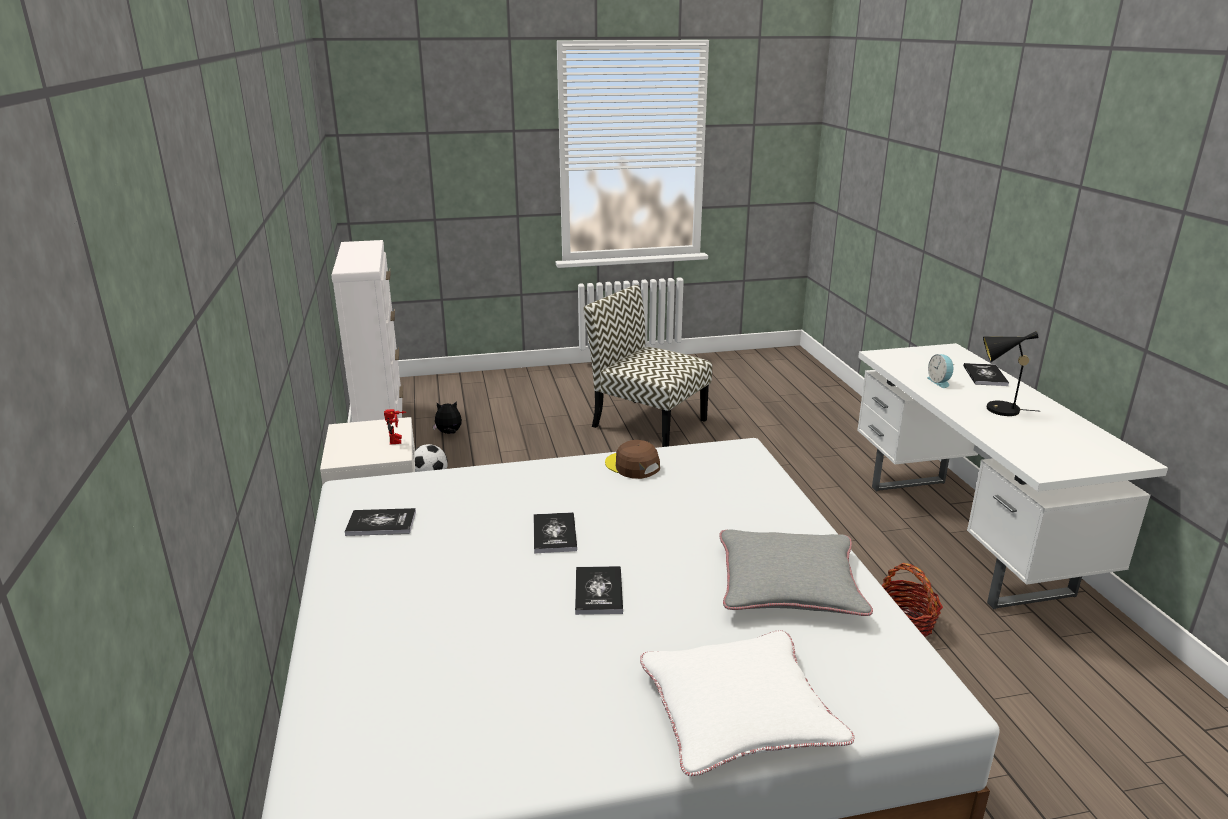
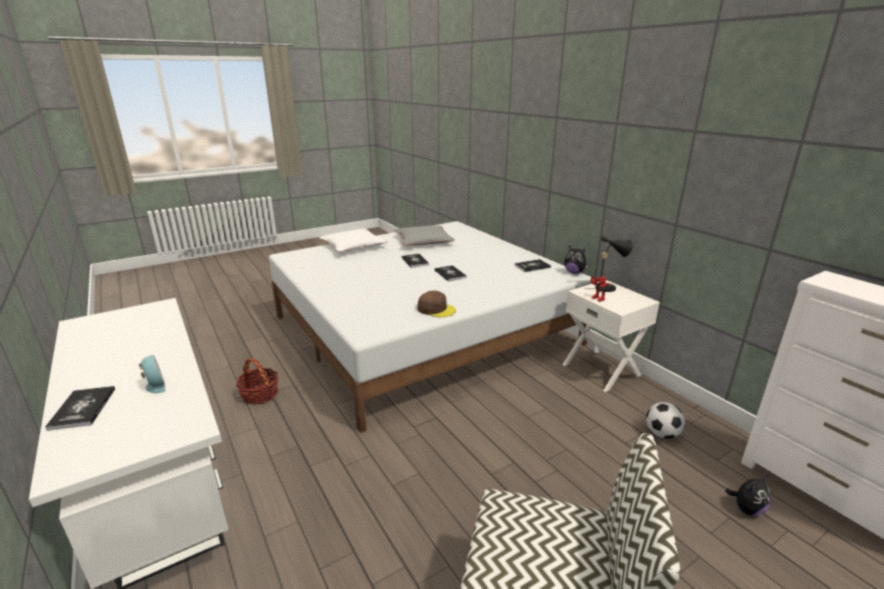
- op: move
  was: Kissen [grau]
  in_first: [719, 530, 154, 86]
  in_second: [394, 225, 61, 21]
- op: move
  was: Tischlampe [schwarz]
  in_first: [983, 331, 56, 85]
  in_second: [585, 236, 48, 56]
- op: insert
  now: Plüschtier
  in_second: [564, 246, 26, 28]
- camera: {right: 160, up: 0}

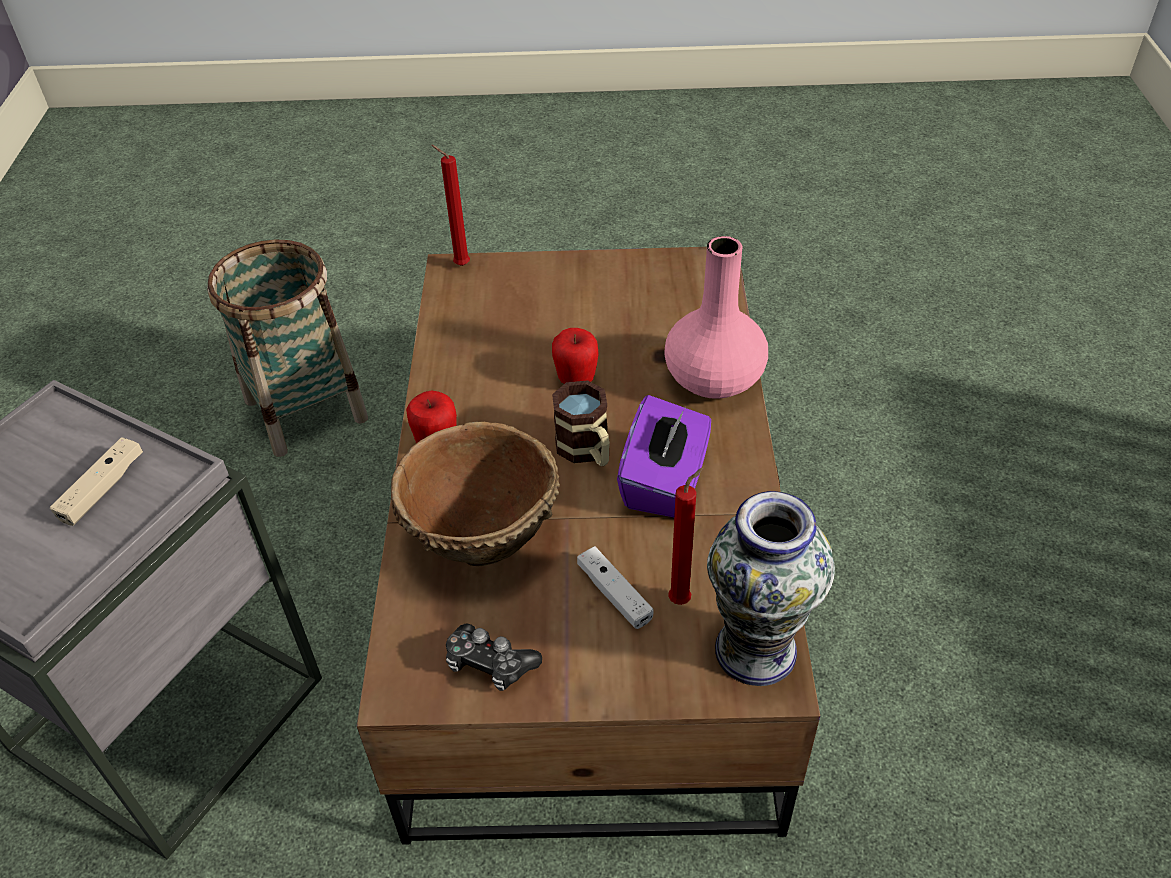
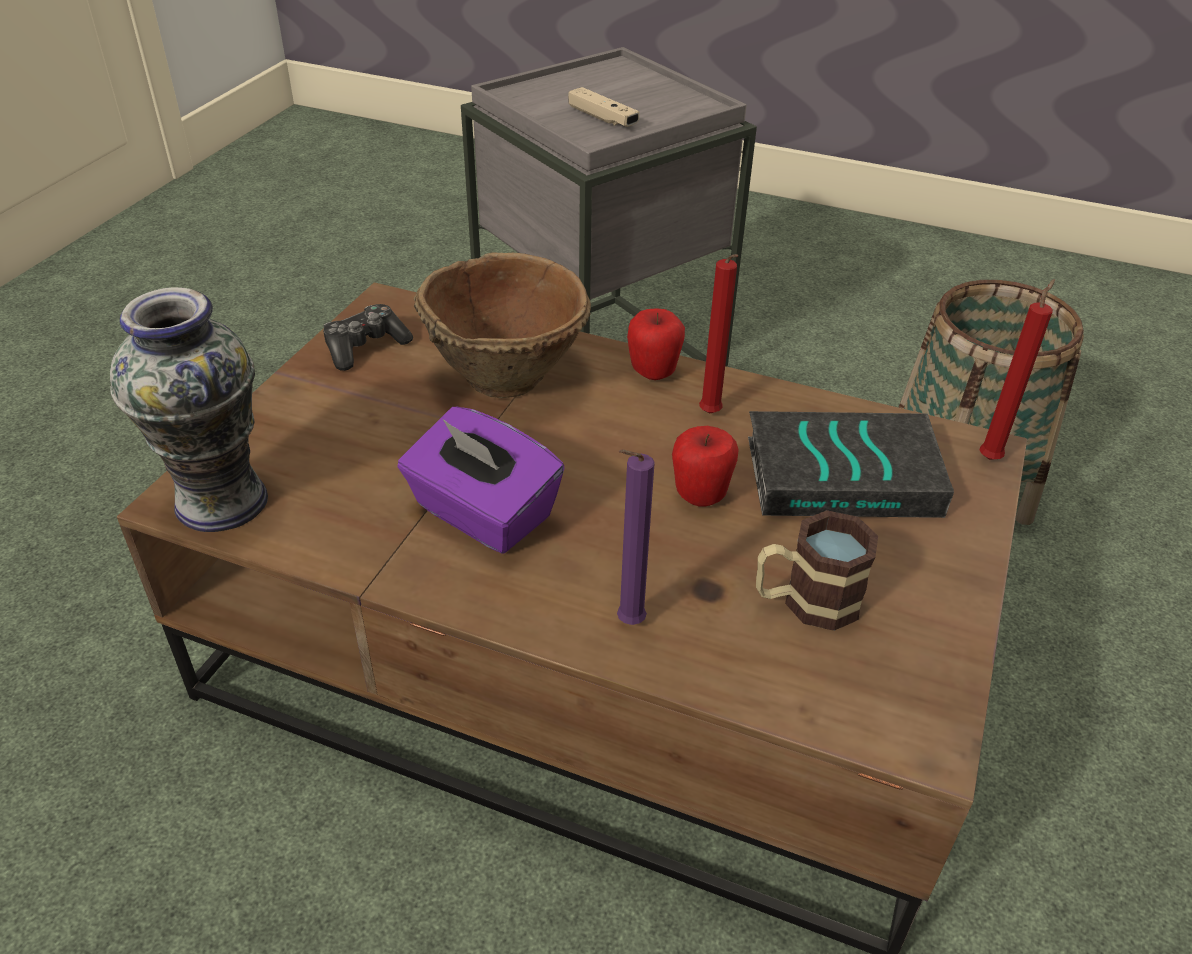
- op: move
  was: Henkelbecher
  in_first: [552, 380, 58, 87]
  in_second: [756, 510, 122, 121]
- op: delete
  was: Gamepad [weiß]
  in_first: [577, 546, 77, 83]
- op: replace
  was: Vase [rosa]
  now: Kerze [lila]
  in_first: [664, 236, 104, 163]
  in_second: [617, 449, 38, 176]
- op: move
  was: Kerze [rot]
  in_first: [668, 468, 35, 137]
  in_second: [699, 254, 39, 159]
- op: insert
  now: Buch
  in_second: [748, 411, 206, 107]
- camera: {right: 110, up: -5}

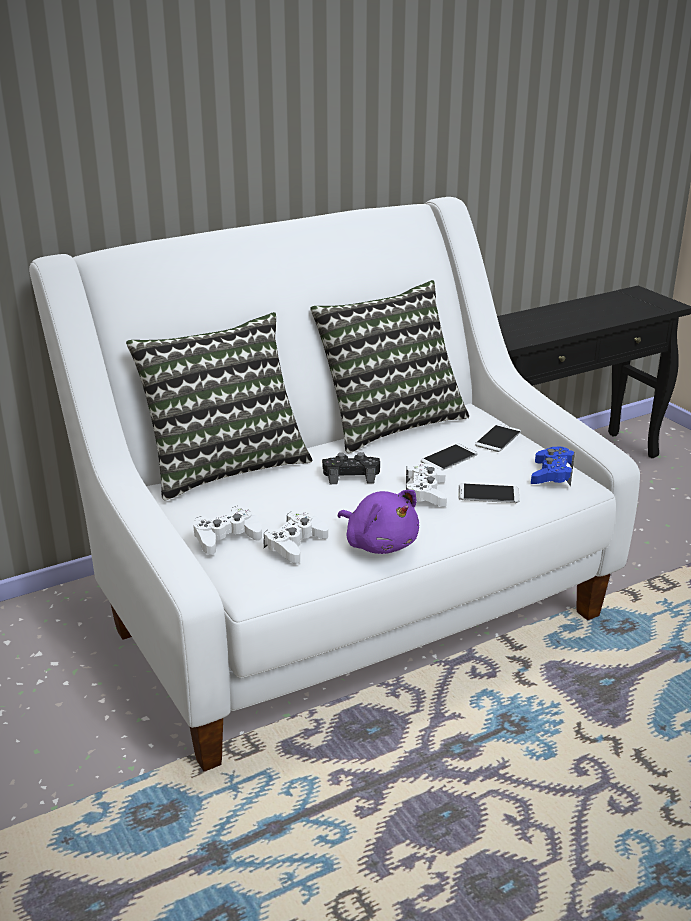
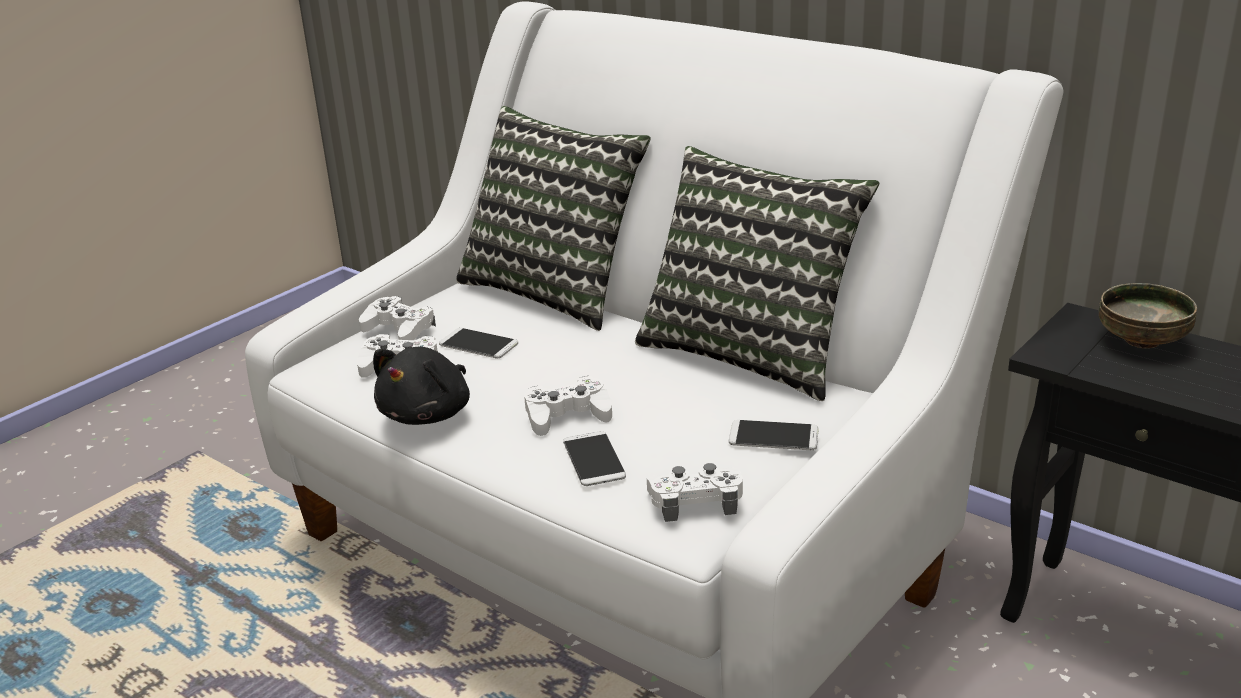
- op: delete
  was: Gamepad [schwarz]
  in_first: [322, 452, 58, 32]
- op: recolor
  was: Plüschtier [lila]
  now: Plüschtier [schwarz]
  in_first: [338, 490, 81, 64]
  in_second: [373, 347, 97, 78]
- op: move
  was: Handy
  in_first: [421, 444, 57, 27]
  in_second: [439, 328, 79, 31]
- op: recolor
  was: Gamepad [blau]
  now: Gamepad [weiß]
  in_first: [531, 446, 44, 40]
  in_second: [647, 463, 96, 59]
- op: insert
  now: Schüssel
  in_second: [1099, 283, 98, 65]
- camera: {right: 70, up: 0}

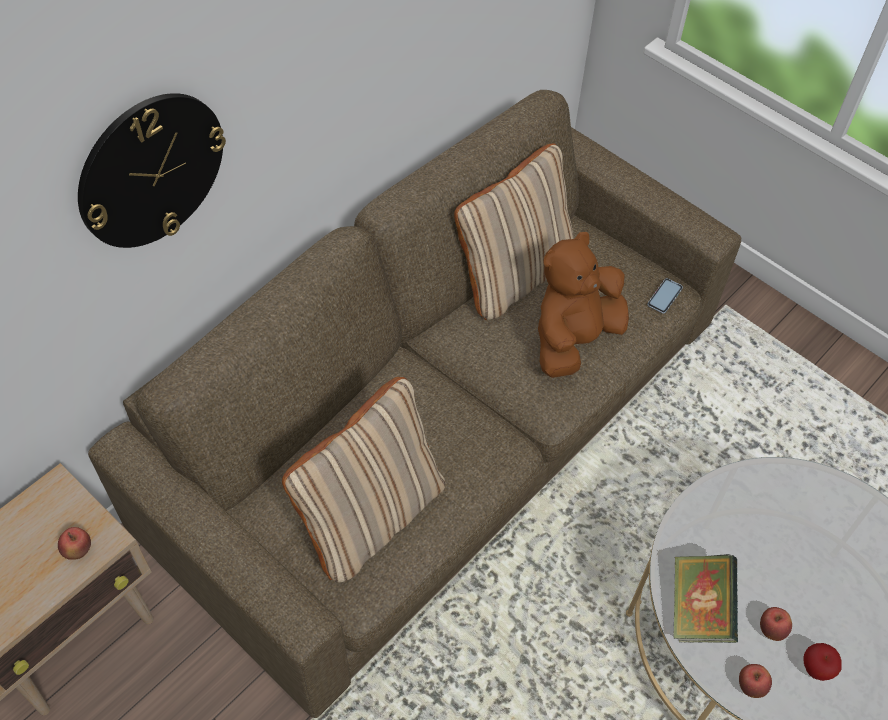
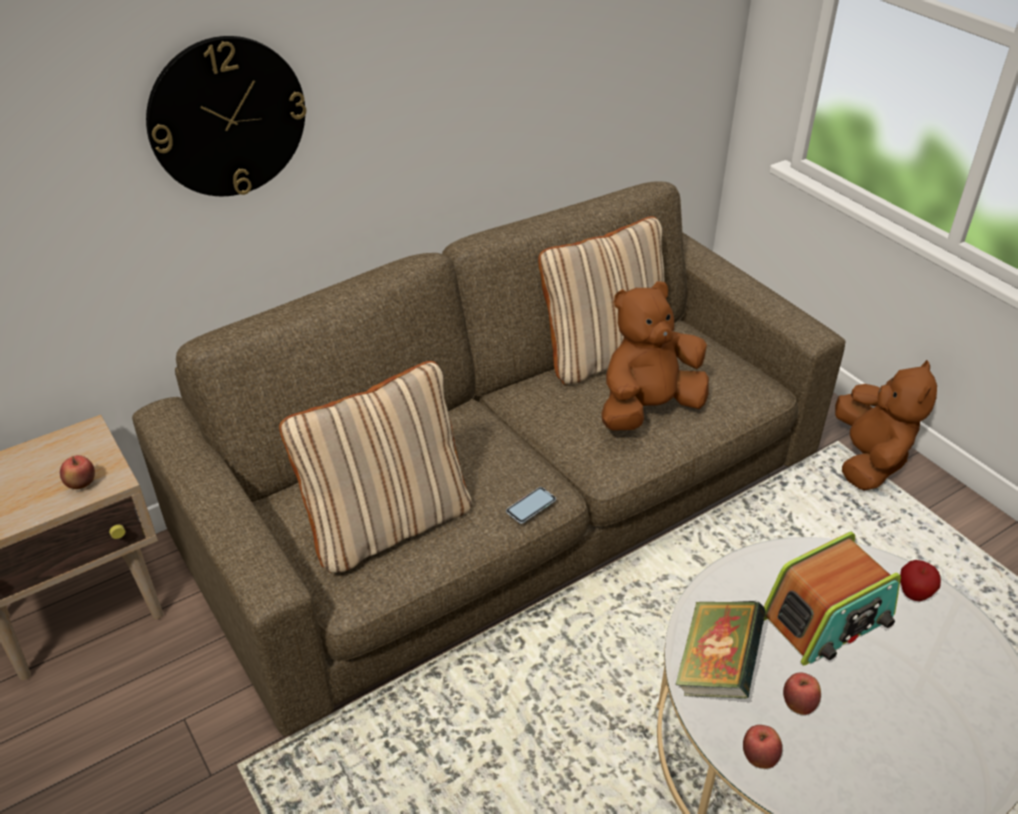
- op: move
  was: Handy
  in_first: [647, 278, 36, 36]
  in_second: [506, 487, 50, 37]
- op: move
  was: Apfel
  in_first: [803, 643, 39, 38]
  in_second: [900, 560, 41, 41]
- op: insert
  now: Radio
  in_second: [764, 532, 137, 134]
- op: insert
  now: Plüschtier [braun]
  in_second: [835, 360, 102, 131]
- camera: {right: 15, up: -15}

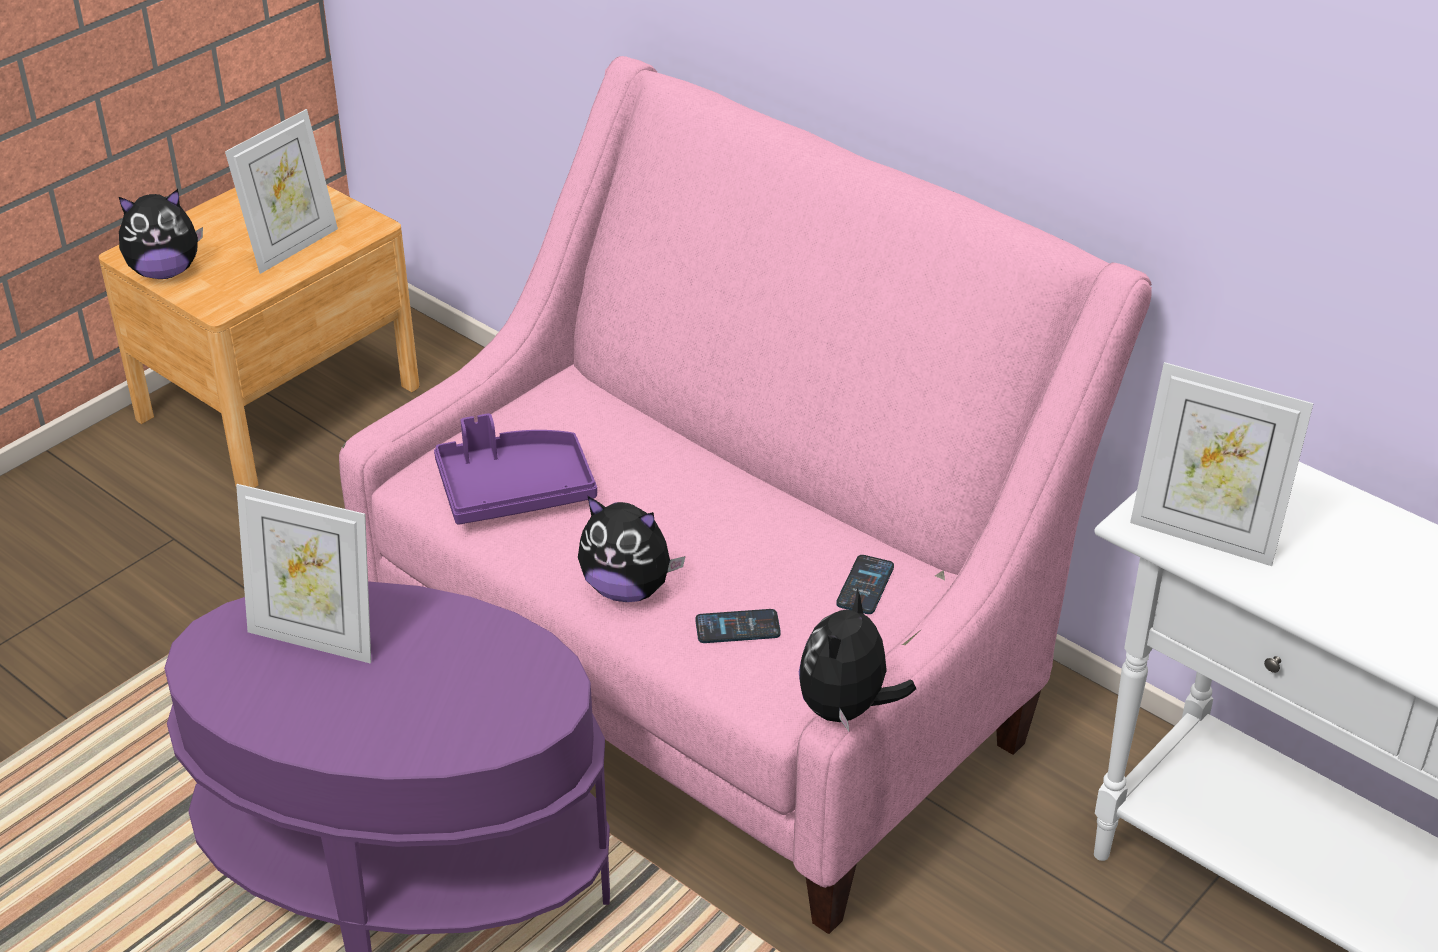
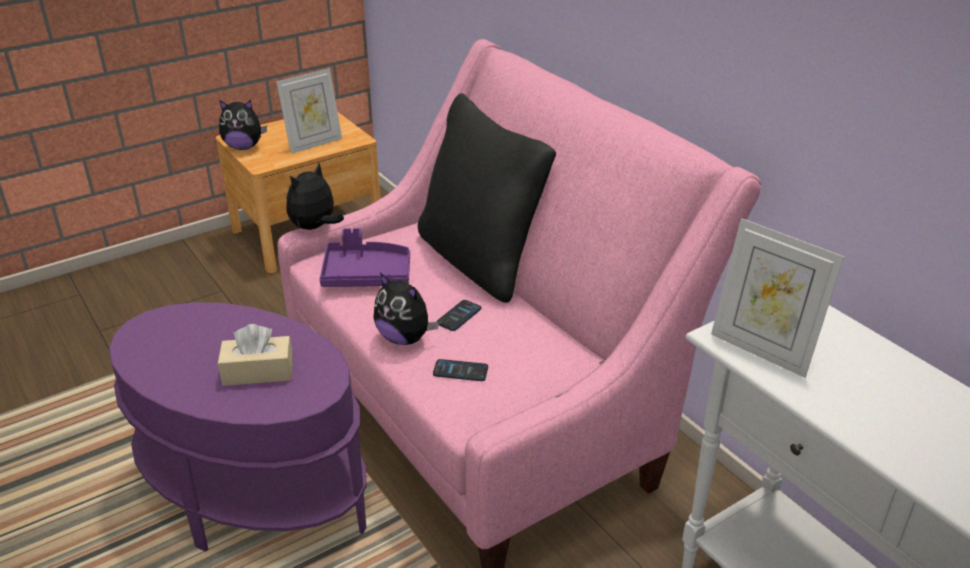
- op: delete
  was: Bilderrahmen
  in_first: [236, 484, 135, 180]
- op: move
  was: Plüschtier
  in_first: [799, 588, 117, 143]
  in_second: [286, 163, 58, 67]
- op: move
  was: Handy
  in_first: [836, 555, 58, 59]
  in_second: [436, 300, 45, 31]
- op: insert
  now: Taschentuchbox [beige]
  in_second: [218, 324, 75, 62]
- op: insert
  now: Kissen [schwarz]
  in_second: [418, 93, 138, 210]
- camera: {right: 15, up: -5}

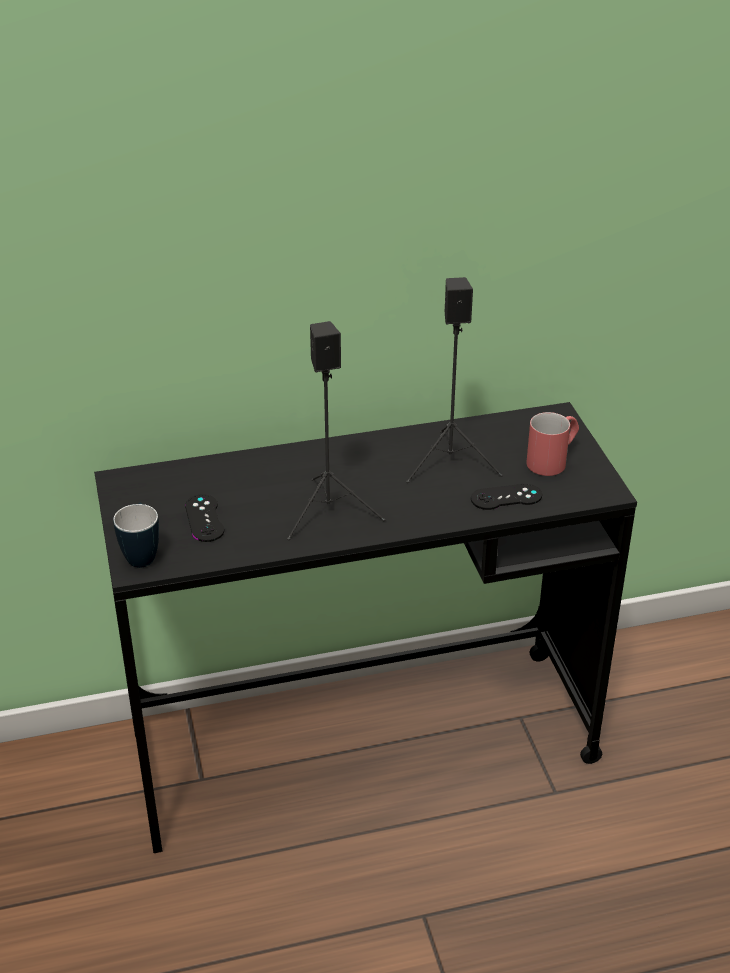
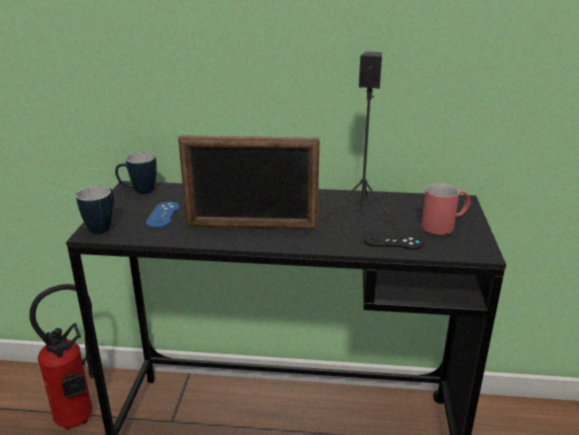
- op: recolor
  was: Gamepad [schwarz]
  now: Gamepad [blau]
  in_first: [185, 494, 39, 48]
  in_second: [146, 202, 34, 26]
- op: replace
  was: Lautsprecher [schwarz]
  now: Bilderrahmen
  in_first: [287, 321, 98, 219]
  in_second: [178, 135, 142, 94]
- op: insert
  now: Feuerlöscher
  in_second: [29, 284, 65, 146]
- op: insert
  now: Henkelbecher
  in_second: [115, 152, 42, 42]
- camera: {right: 20, up: -10}

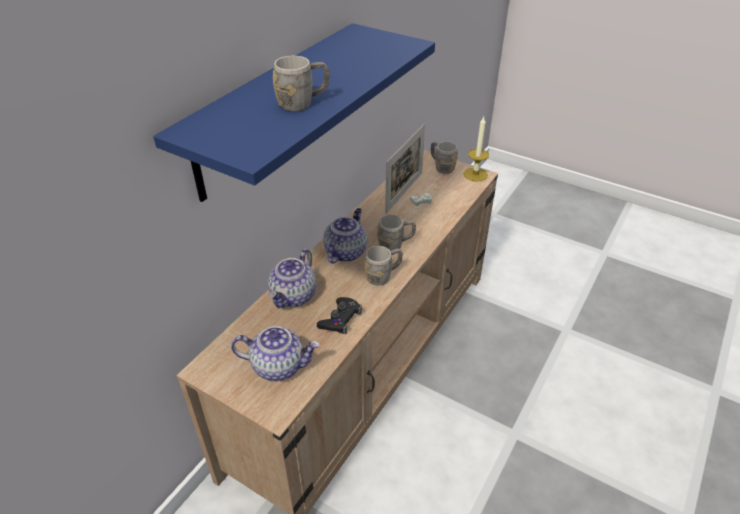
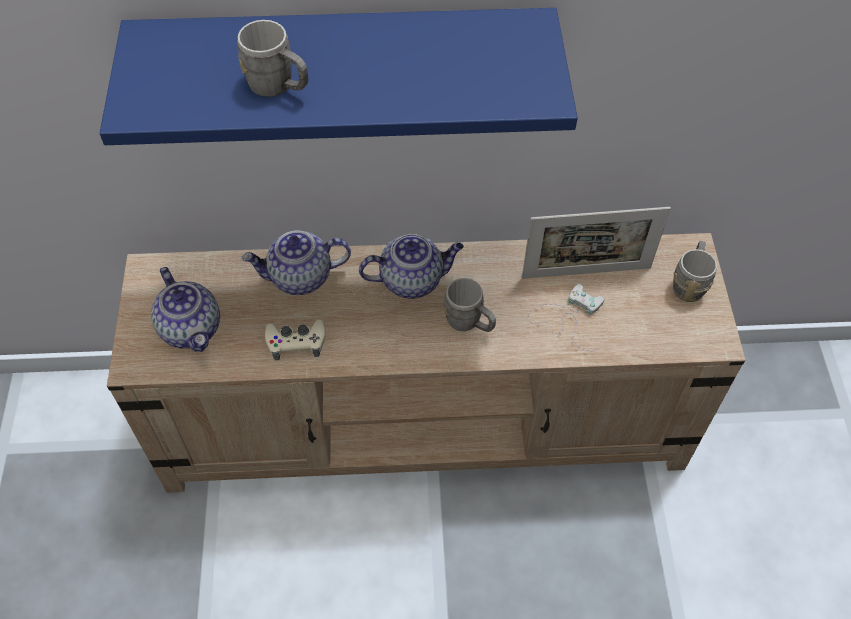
- op: recolor
  was: Gamepad [schwarz]
  now: Gamepad [beige]
  in_first: [317, 297, 45, 37]
  in_second: [265, 319, 61, 41]
- op: delete
  was: Henkelbecher [grau]
  in_first: [364, 246, 39, 39]
- op: delete
  was: Kerze
  in_first: [464, 117, 25, 64]
- camera: {right: 55, up: 15}

